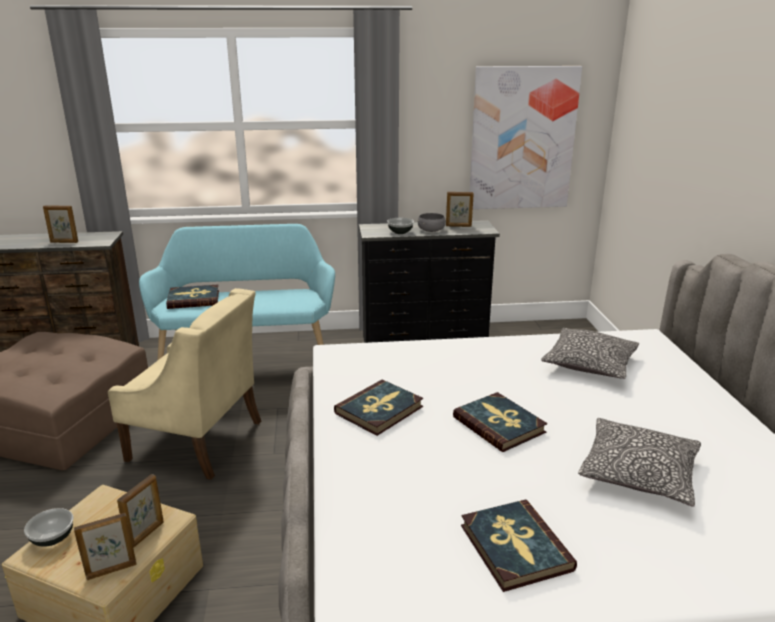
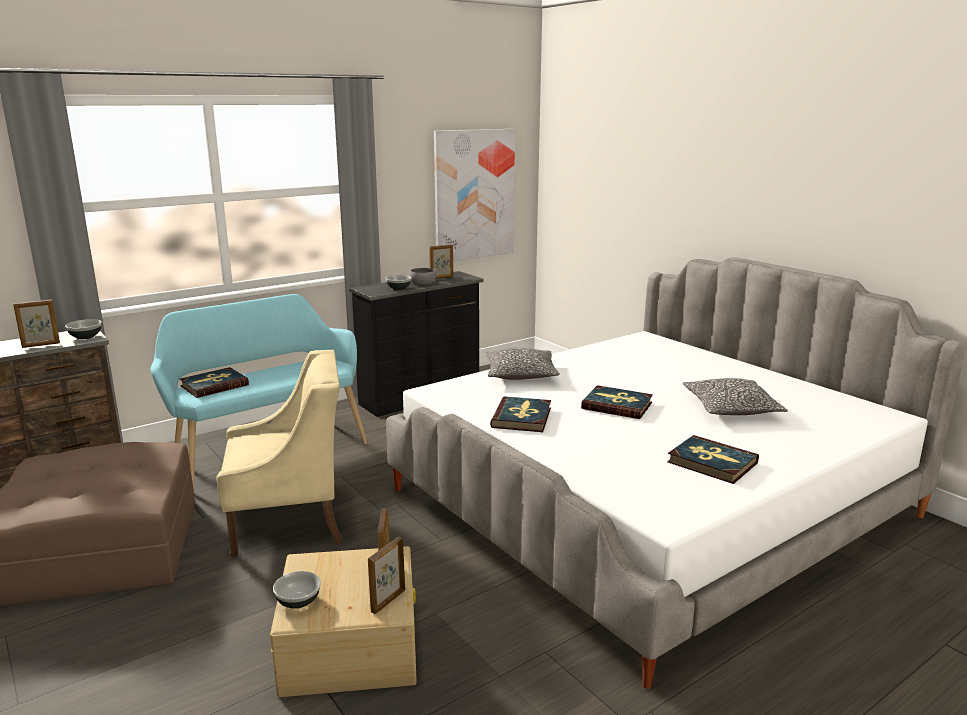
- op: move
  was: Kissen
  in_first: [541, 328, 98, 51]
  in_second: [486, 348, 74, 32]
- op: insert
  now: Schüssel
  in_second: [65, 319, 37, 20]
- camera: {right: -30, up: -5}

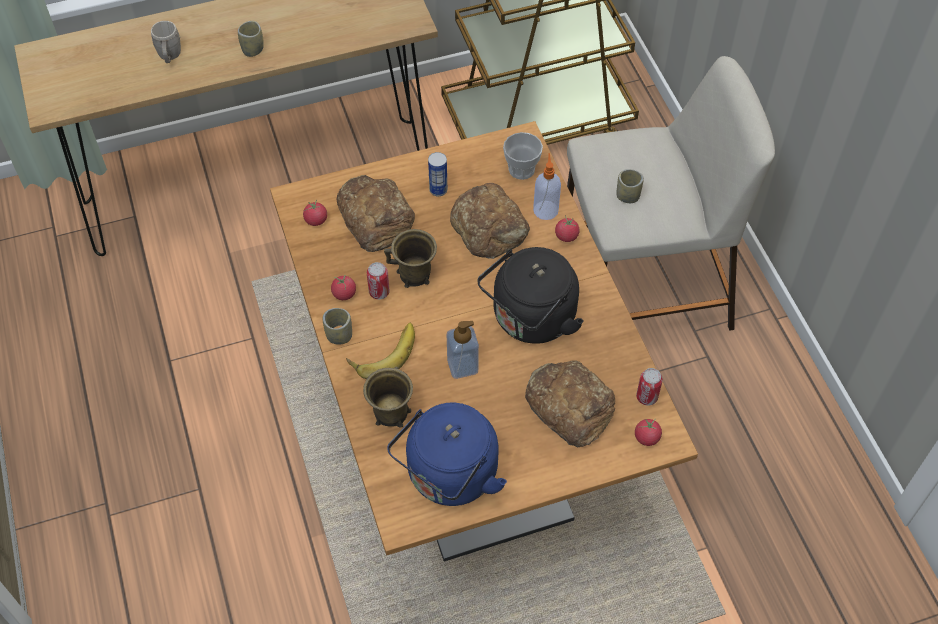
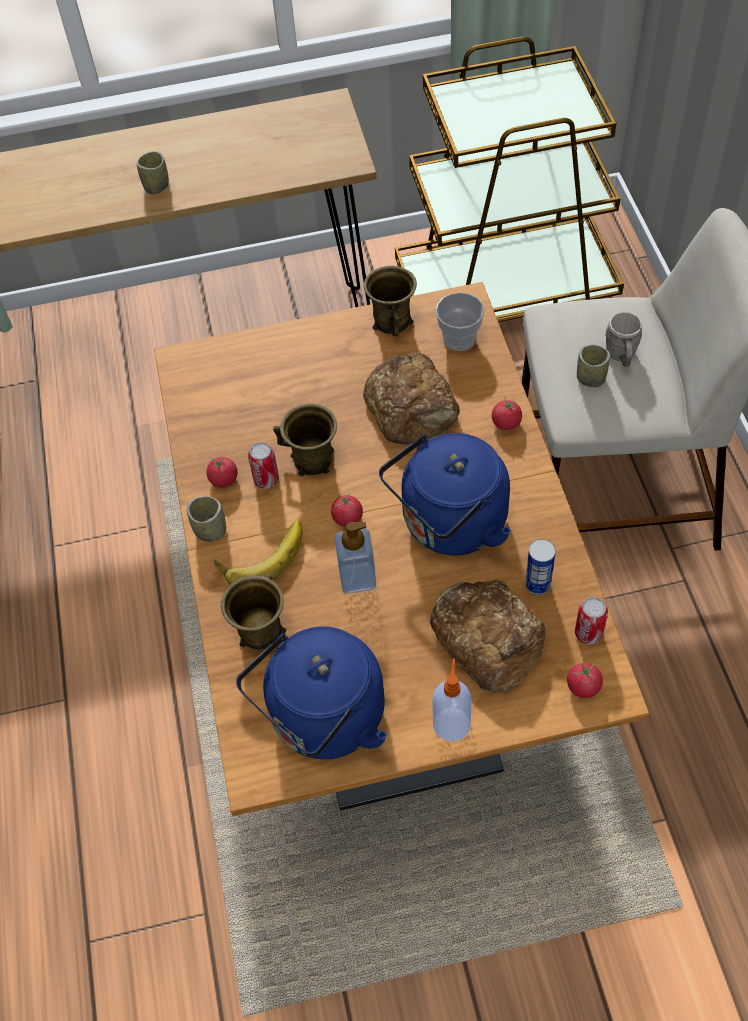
- op: move
  was: Henkelbecher [grau]
  in_first: [151, 21, 30, 42]
  in_second: [605, 312, 37, 55]
- op: move
  was: Tomate
  in_first: [303, 200, 24, 26]
  in_second: [331, 493, 32, 34]
- op: delete
  was: Brot
  in_first: [336, 175, 79, 77]
- op: move
  was: Dose
  in_first: [428, 152, 19, 44]
  in_second: [525, 539, 31, 56]
- op: recolor
  was: Wasserkessel [schwarz]
  now: Wasserkessel [blau]
  in_first: [477, 247, 107, 97]
  in_second: [379, 433, 132, 122]
- op: move
  was: Seifenspender
  in_first: [533, 153, 28, 67]
  in_second: [432, 658, 40, 84]
- op: insert
  now: Henkelbecher [braun]
  in_second: [364, 266, 53, 71]
- camera: {right: 10, up: 0}

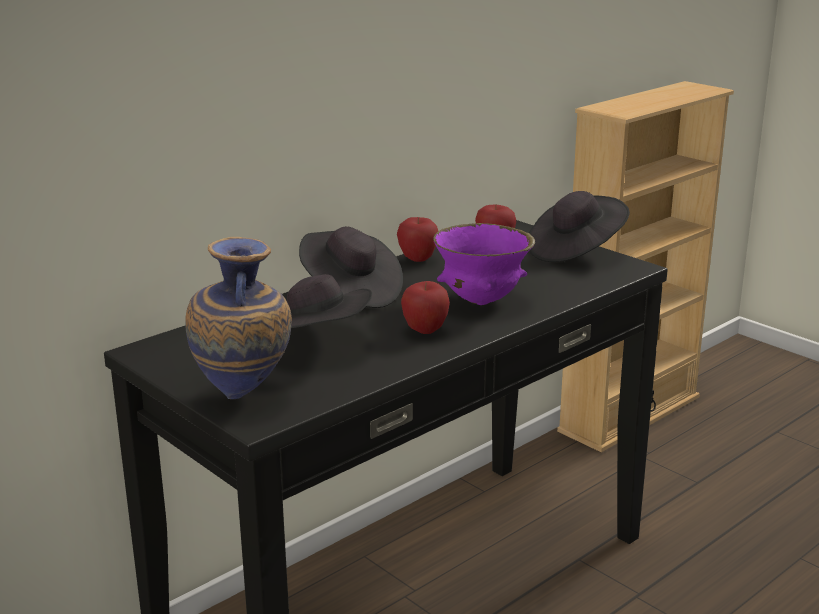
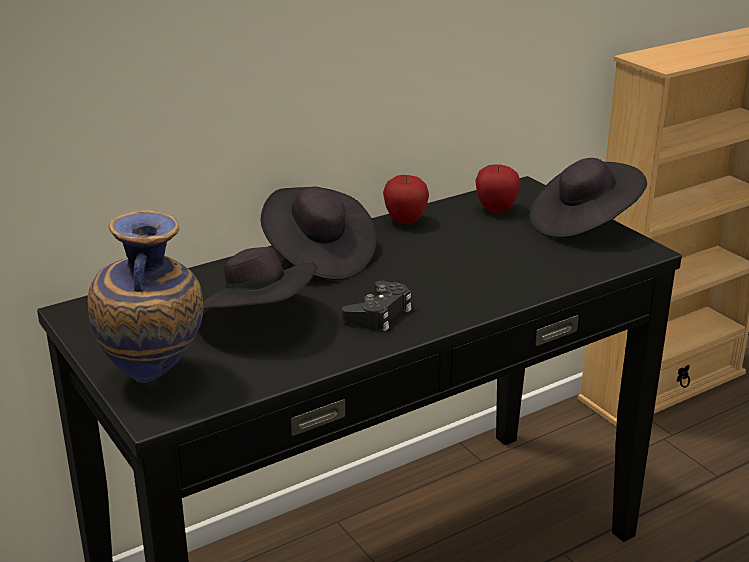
- op: replace
  was: Apfel
  now: Gamepad [schwarz]
  in_first: [401, 281, 49, 53]
  in_second: [342, 281, 70, 50]
- op: delete
  was: Schüssel [lila]
  in_first: [433, 223, 102, 82]
- camera: {right: 10, up: 5}

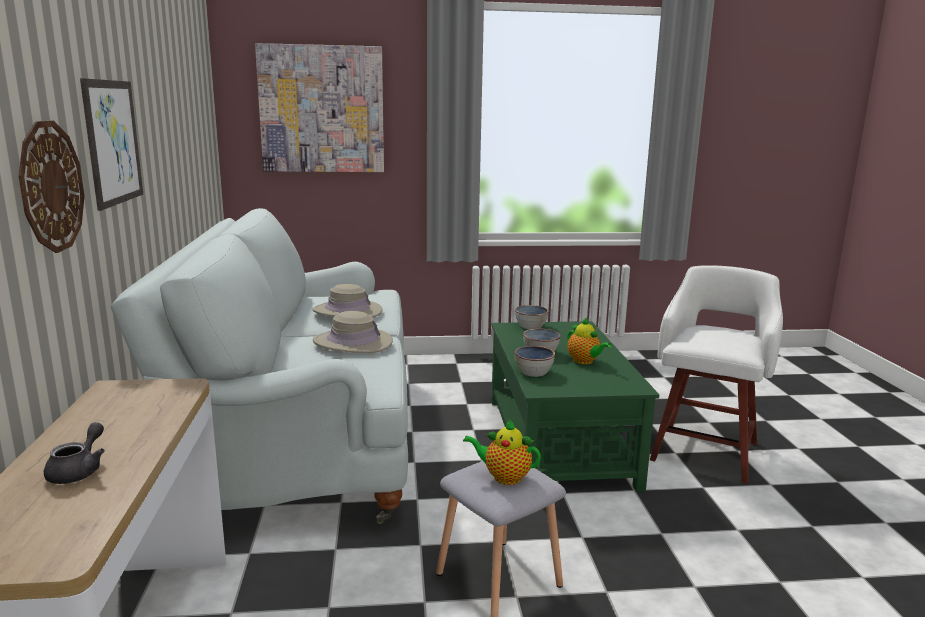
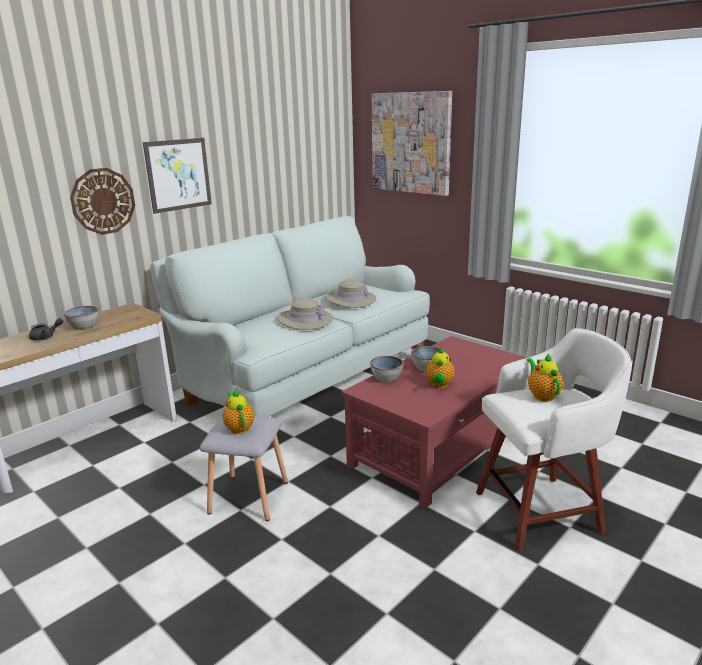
- op: recolor
  was: Couchtisch [grün]
  now: Couchtisch [rot]
  in_first: [491, 321, 168, 171]
  in_second: [341, 336, 186, 172]
- op: move
  was: Schüssel
  in_first: [515, 305, 34, 24]
  in_second: [64, 306, 34, 24]
- op: insert
  now: Teekanne
  in_second: [527, 353, 36, 49]
- camera: {right: 50, up: 5}

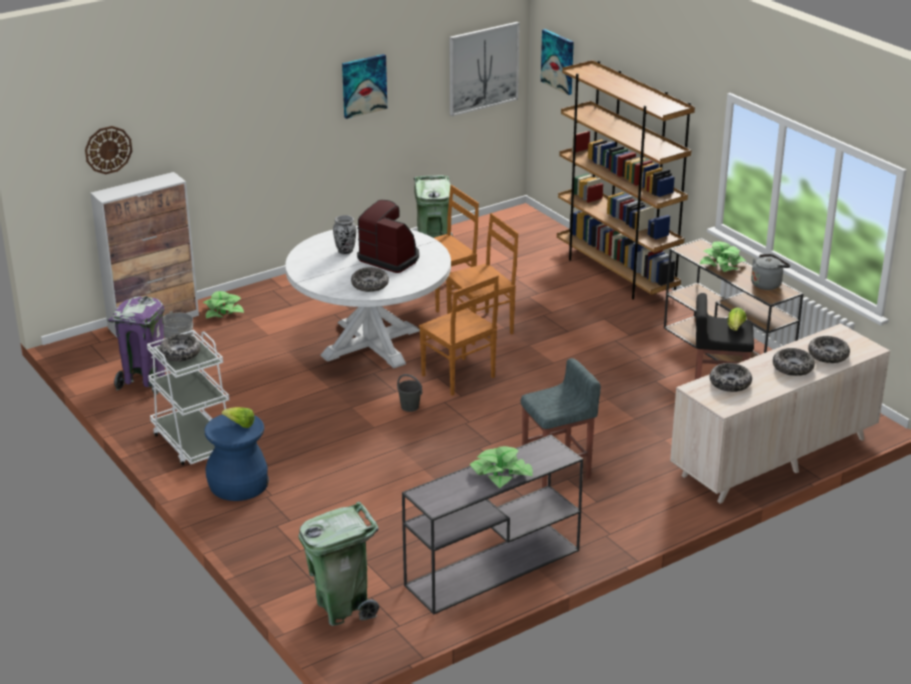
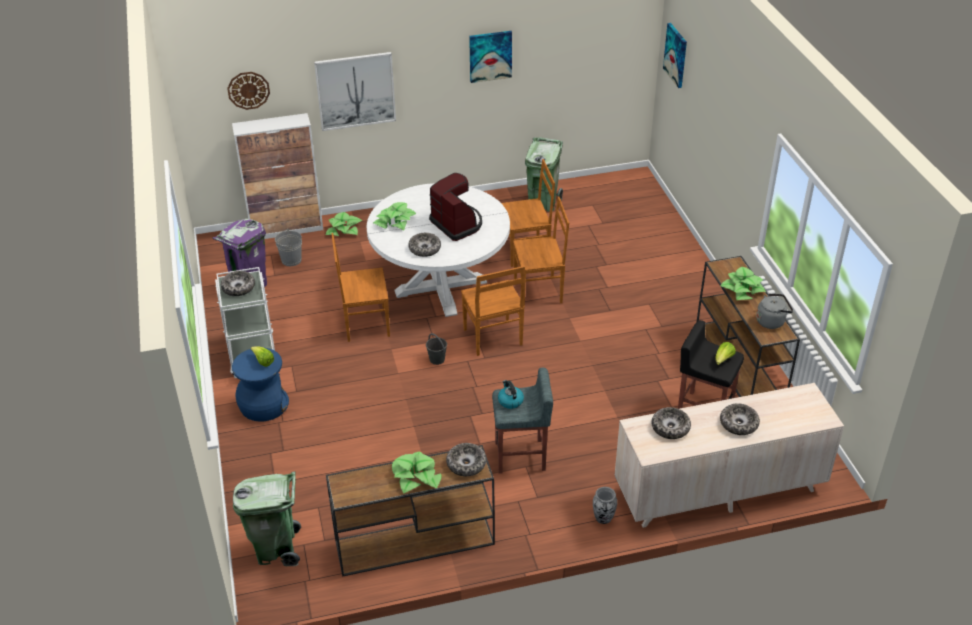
- op: move
  was: Vase
  in_first: [333, 215, 23, 39]
  in_second: [593, 487, 24, 37]
- op: recolor
  was: Konsolentisch [grau]
  now: Konsolentisch [braun]
  in_first: [402, 435, 181, 180]
  in_second: [326, 445, 169, 132]
- op: move
  was: Bild
  in_first: [450, 22, 70, 94]
  in_second: [314, 52, 82, 79]
- op: delete
  was: Bücherregal [braun]
  in_first: [557, 60, 138, 240]
- op: move
  was: Schüssel
  in_first: [808, 336, 42, 27]
  in_second: [446, 443, 40, 33]
- op: insert
  now: Stuhl [braun]
  in_second: [331, 233, 59, 109]
- op: insert
  now: Topfpflanze
  in_second: [373, 202, 43, 28]
- op: insert
  now: Wasserkessel
  in_second: [498, 380, 26, 29]
- camera: {right: 20, up: 10}

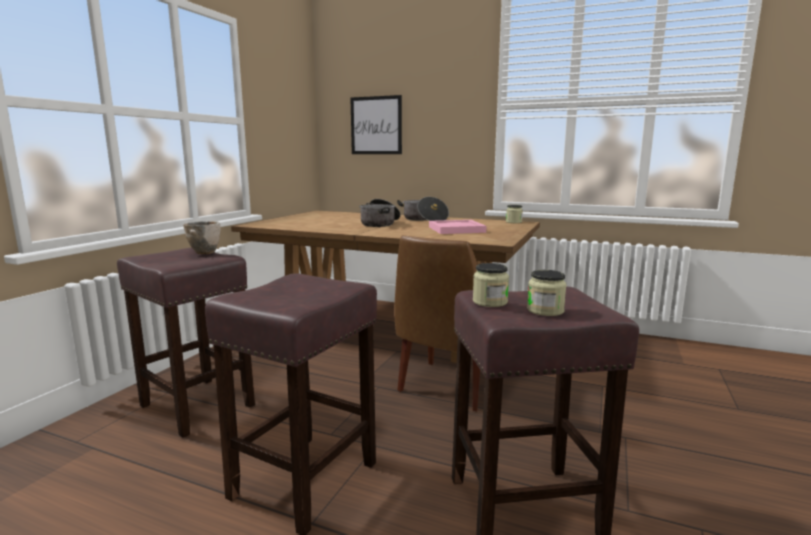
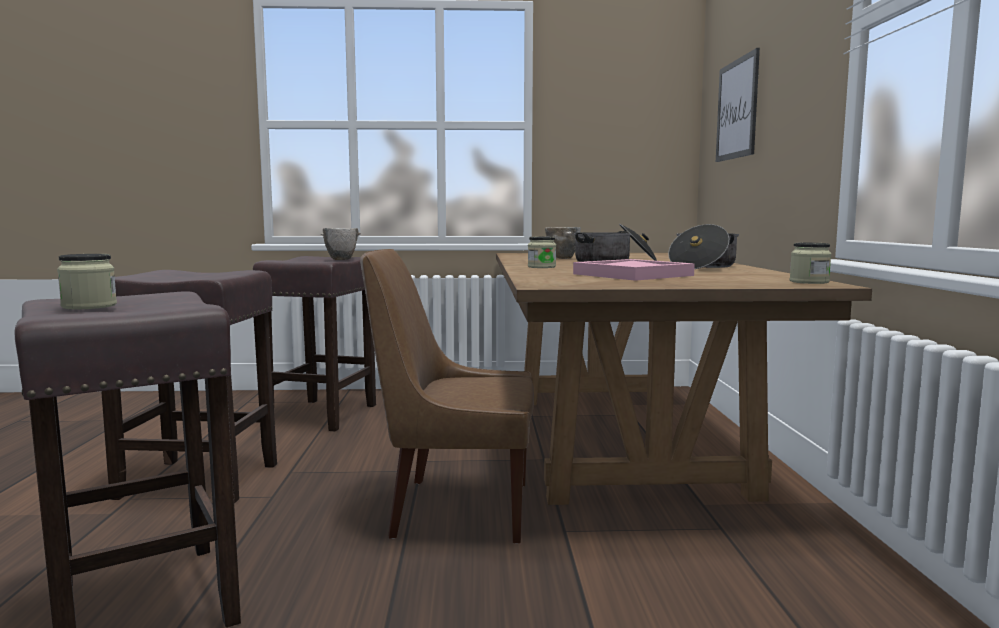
- op: move
  was: Vorratsglas
  in_first: [473, 263, 36, 44]
  in_second: [528, 237, 28, 31]
- op: insert
  now: Schüssel
  in_second: [545, 227, 36, 32]
- camera: {right: 65, up: -5}

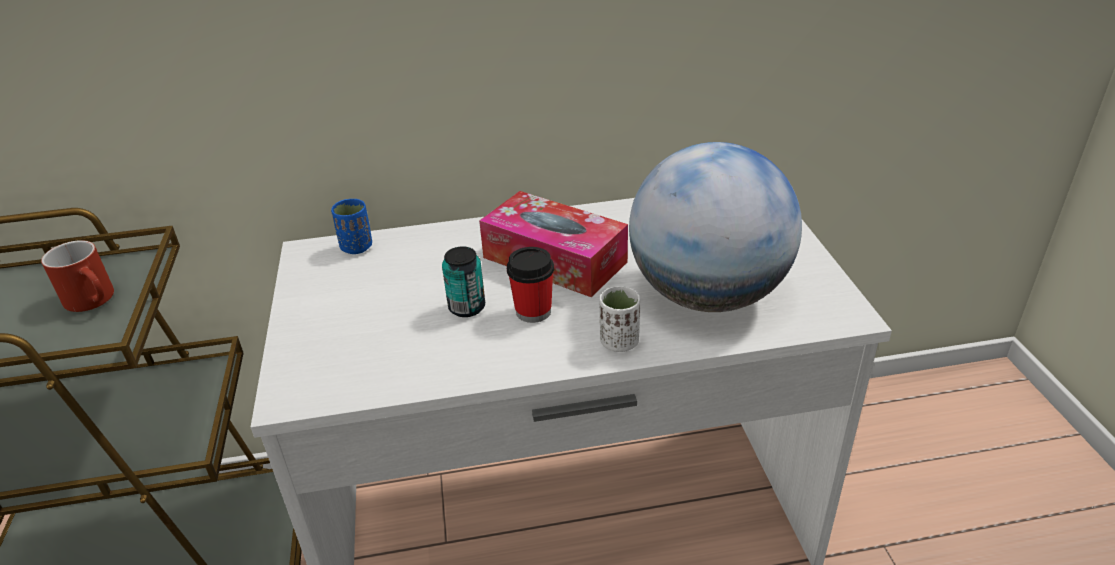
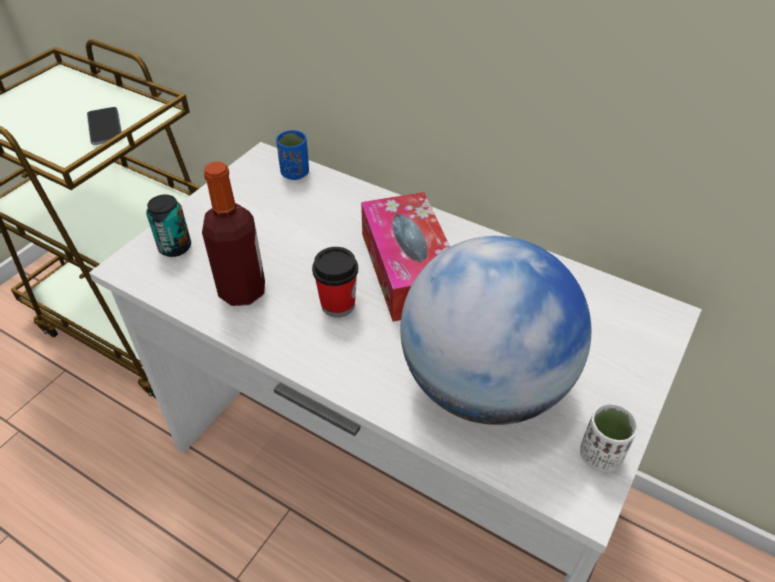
- op: replace
  was: Henkelbecher [rot]
  now: Handy
  in_first: [41, 240, 73, 72]
  in_second: [87, 107, 35, 38]
- op: move
  was: Dose
  in_first: [442, 246, 43, 71]
  in_second: [146, 195, 45, 62]
- op: move
  was: Tasse [weiß]
  in_first: [600, 286, 40, 66]
  in_second: [580, 403, 58, 69]
- op: insert
  now: Flasche
  in_second: [202, 161, 63, 145]
- camera: {right: 40, up: 10}

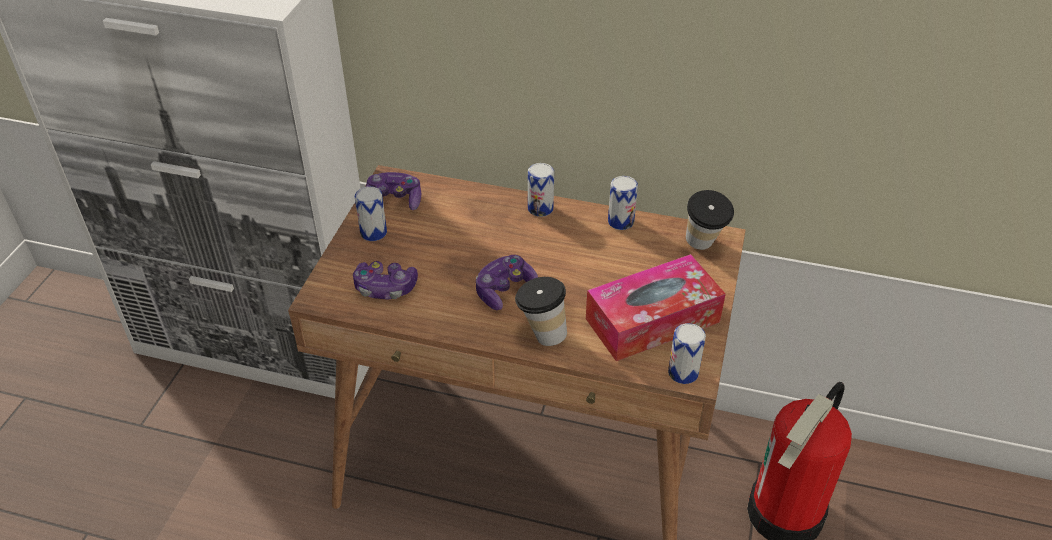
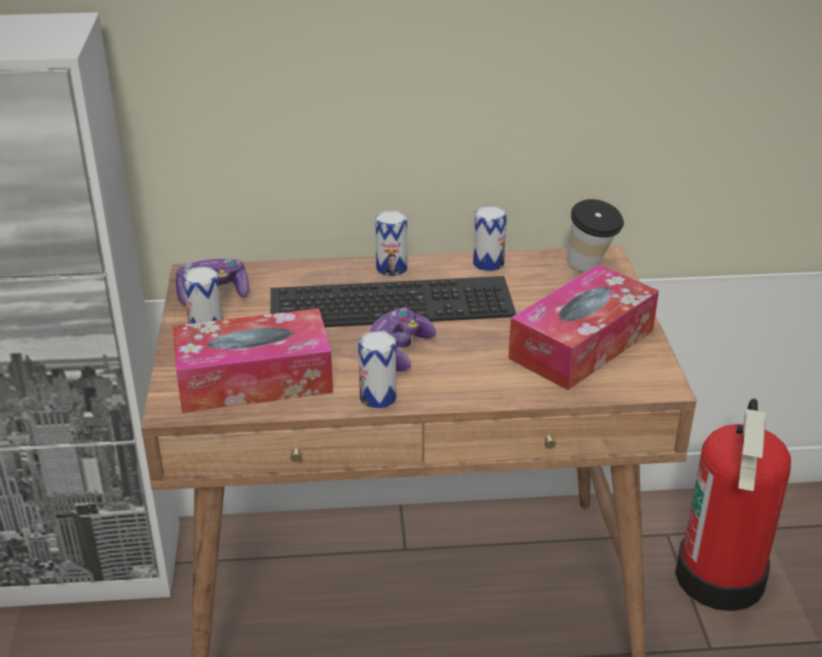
- op: replace
  was: Gamepad
  now: Taschentuchbox
  in_first: [353, 261, 65, 38]
  in_second: [172, 308, 161, 105]
- op: delete
  was: Tasse
  in_first: [515, 277, 52, 69]
- op: move
  was: Dose
  in_first: [668, 323, 38, 61]
  in_second: [358, 331, 38, 78]
- op: insert
  now: Tastatur
  in_second: [270, 276, 246, 51]
- camera: {right: -20, up: -10}

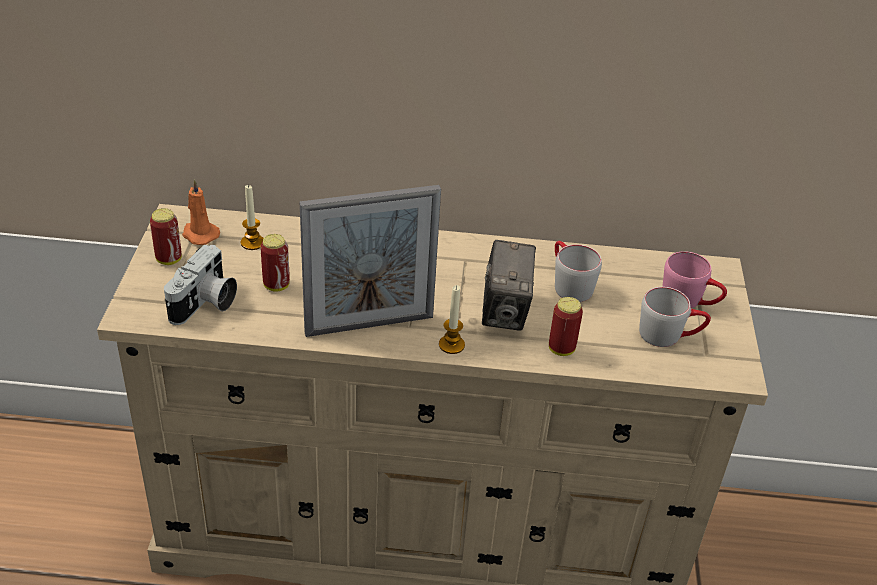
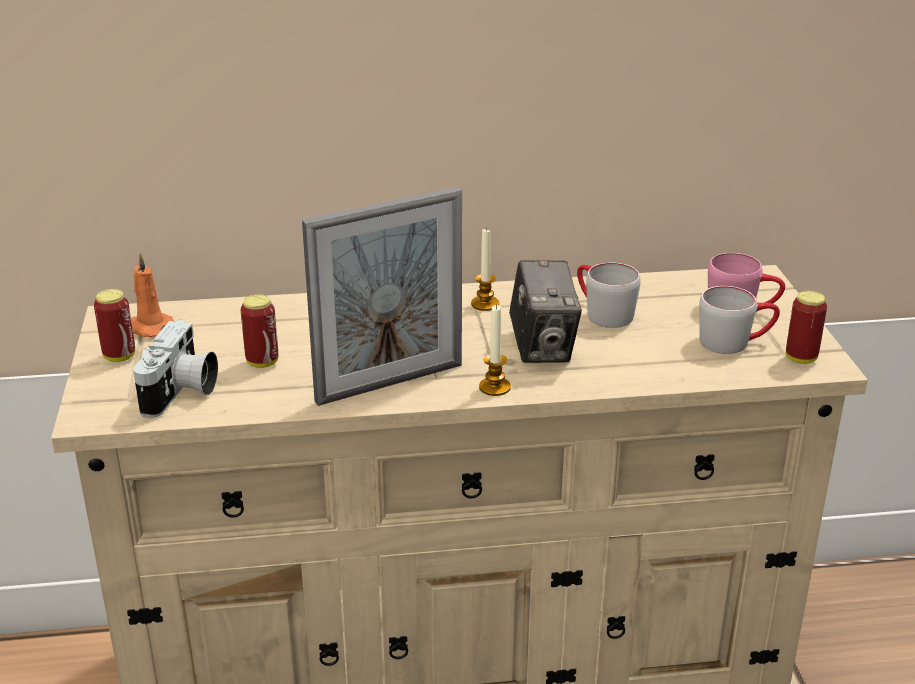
- op: move
  was: Kerze
  in_first: [241, 184, 23, 66]
  in_second: [471, 228, 28, 83]
- op: move
  was: Dose
  in_first: [549, 297, 34, 59]
  in_second: [786, 291, 41, 73]
- camera: {right: -10, up: -10}

